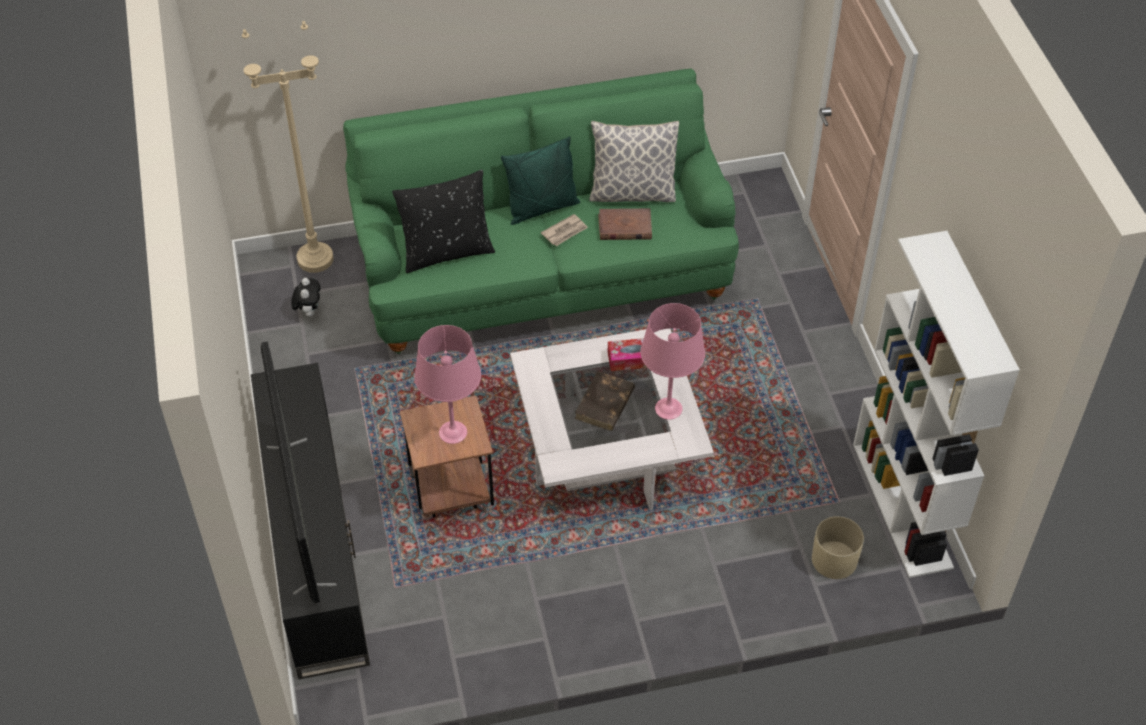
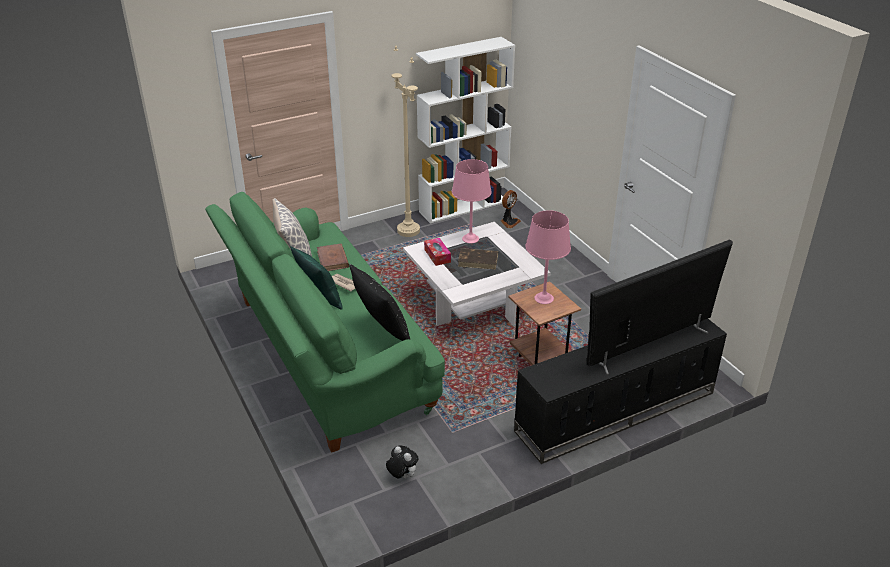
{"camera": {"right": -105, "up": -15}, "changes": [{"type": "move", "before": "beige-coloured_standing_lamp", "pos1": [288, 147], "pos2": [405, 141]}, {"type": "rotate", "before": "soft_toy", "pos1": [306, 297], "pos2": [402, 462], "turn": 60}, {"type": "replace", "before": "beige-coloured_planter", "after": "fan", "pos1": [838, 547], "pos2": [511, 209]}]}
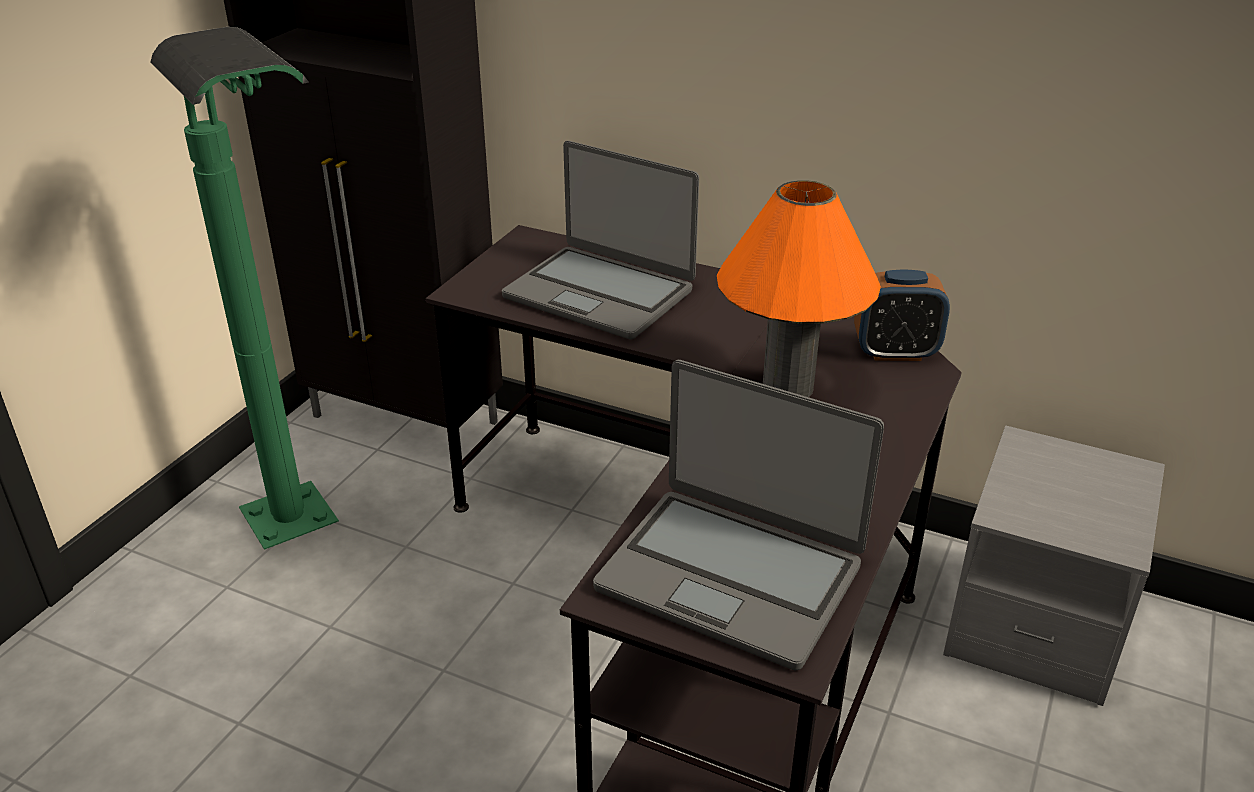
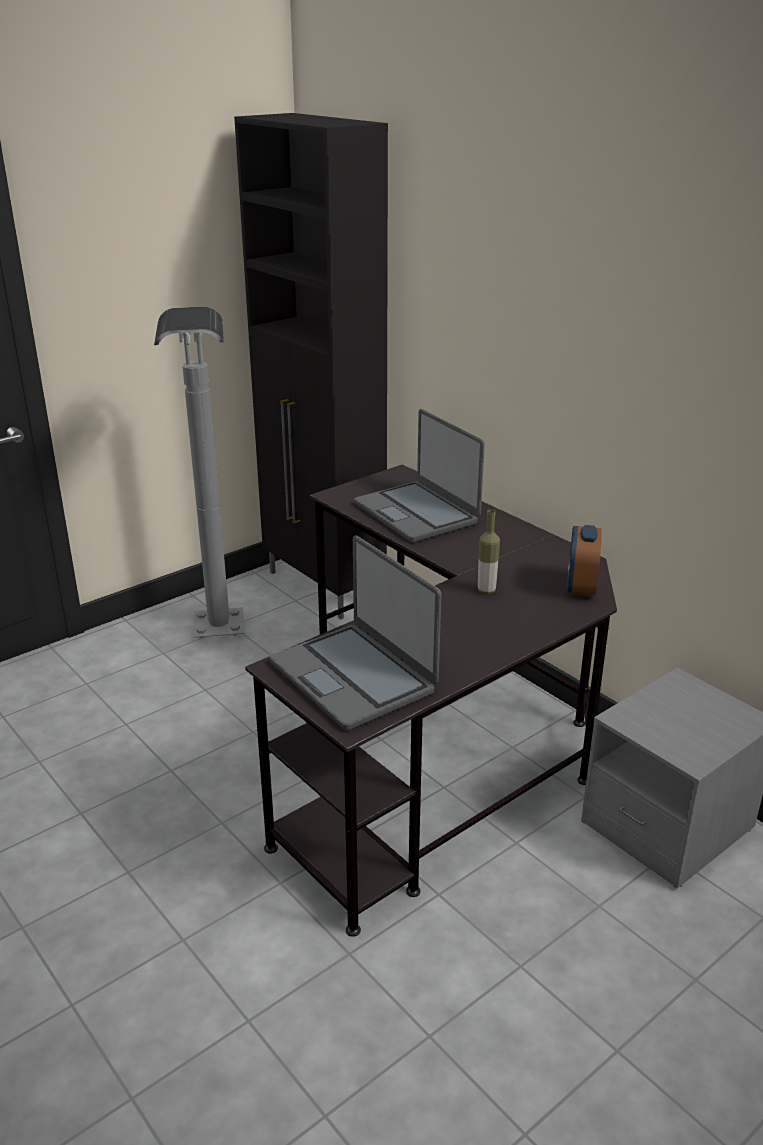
{"camera": {"right": 25, "up": -5}, "changes": [{"type": "recolor", "before": "greenish_standing_lamp", "after": "greyish_standing_lamp", "pos1": [244, 288], "pos2": [199, 472]}, {"type": "replace", "before": "orangey_table_lamp", "after": "drink_bottle", "pos1": [799, 288], "pos2": [489, 551]}, {"type": "rotate", "before": "table_clock", "pos1": [902, 315], "pos2": [584, 561], "turn": 75}]}
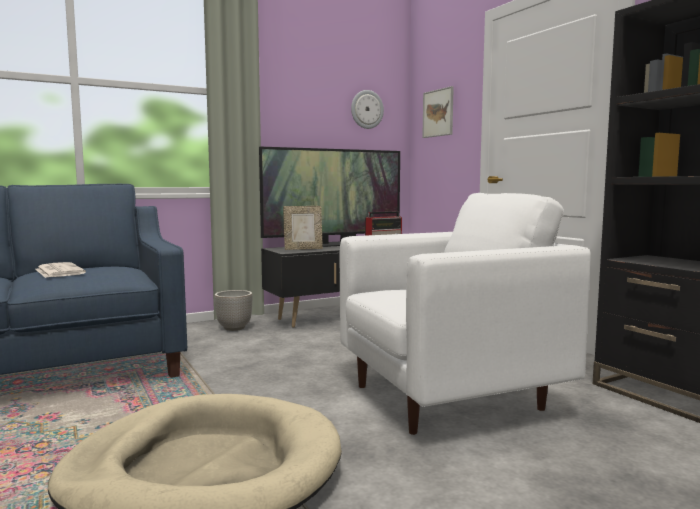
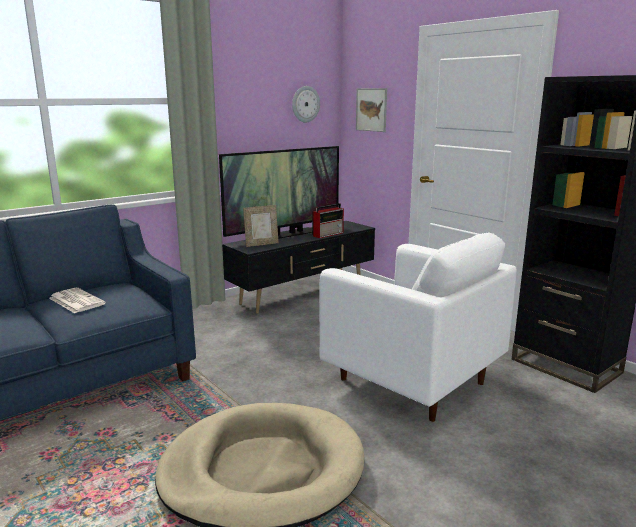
{"camera": {"right": -10, "up": 10}, "changes": [{"type": "delete", "before": "planter", "pos1": [233, 310]}, {"type": "rotate", "before": "white-coloured_armchair", "pos1": [465, 314], "pos2": [418, 327], "turn": 75}]}
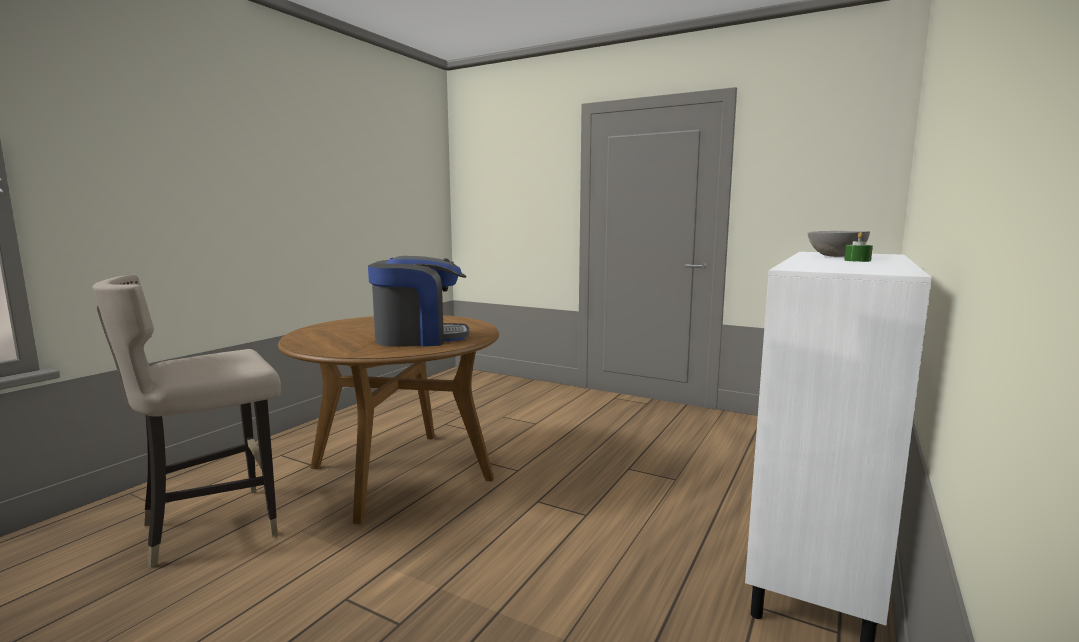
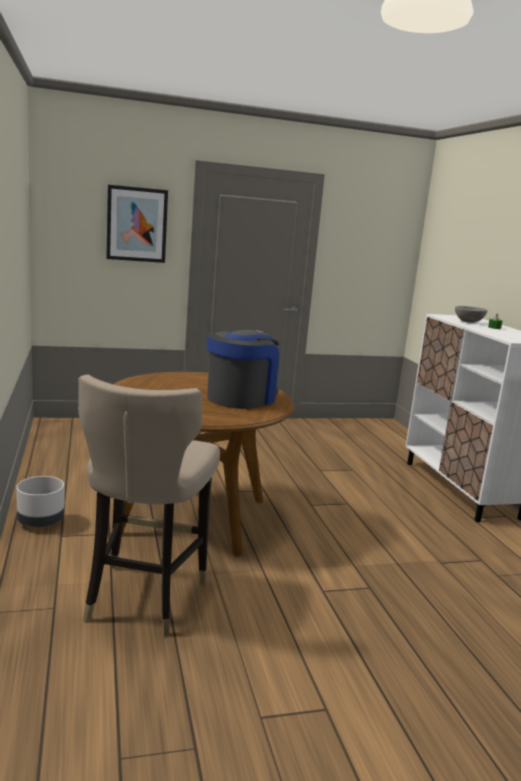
{"camera": {"right": -45, "up": 5}, "changes": [{"type": "insert", "after": "greyish_planter", "pos2": [40, 501]}, {"type": "insert", "after": "wall_art", "pos2": [137, 224]}]}
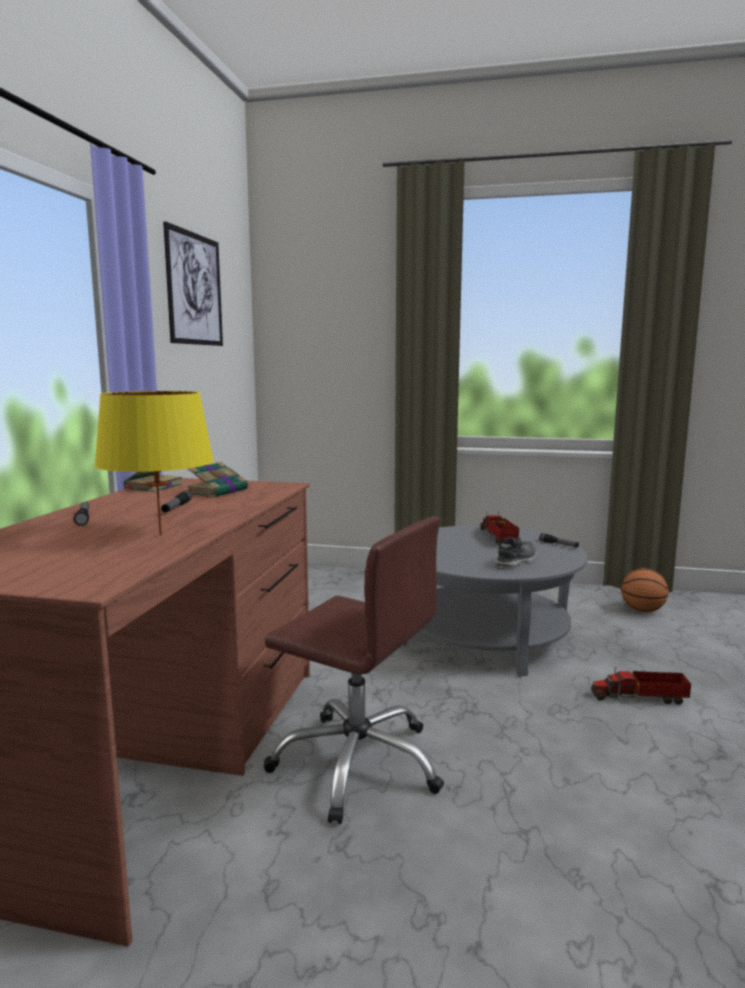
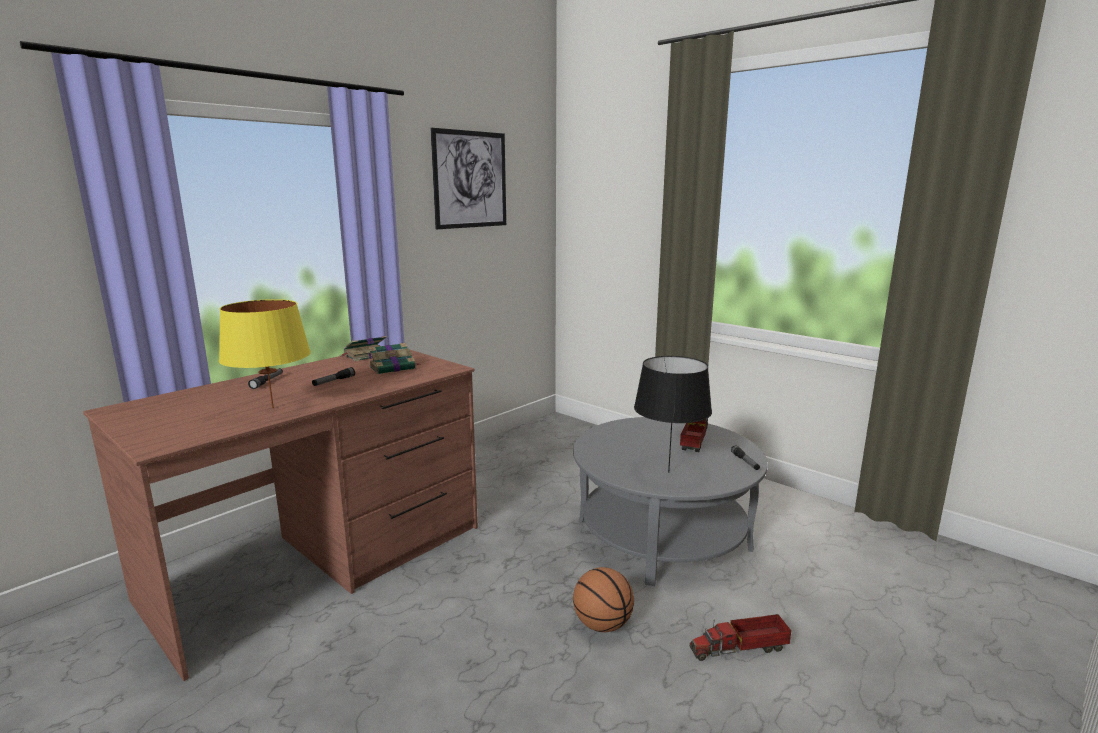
{"camera": {"right": 30, "up": 5}, "changes": [{"type": "delete", "before": "brown-coloured_computer_chair", "pos1": [354, 670]}, {"type": "replace", "before": "item_of_footwear", "after": "black_table_lamp", "pos1": [516, 553], "pos2": [673, 414]}, {"type": "rotate", "before": "model_truck", "pos1": [641, 686], "pos2": [740, 637], "turn": -45}, {"type": "move", "before": "basketball", "pos1": [644, 590], "pos2": [603, 599]}]}
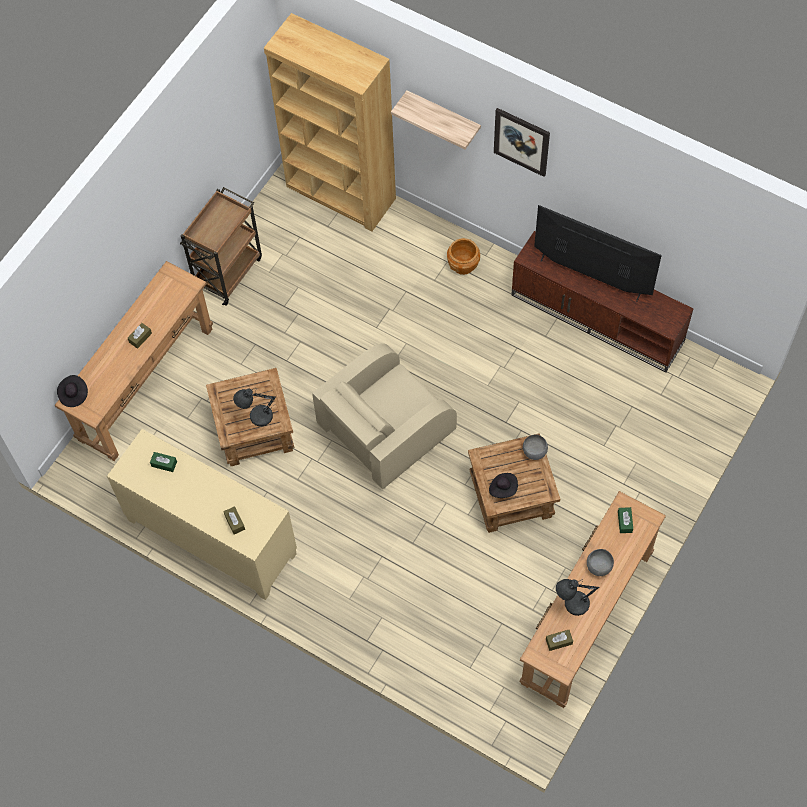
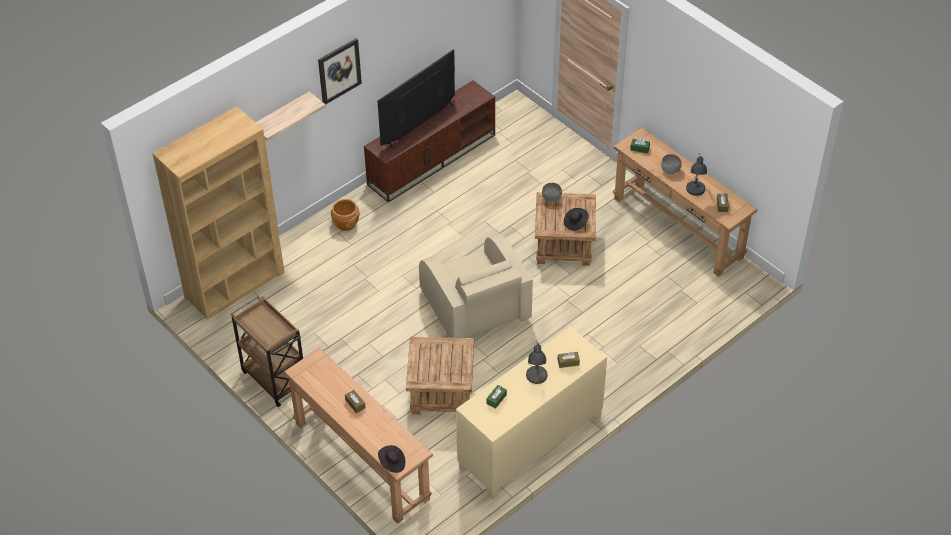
{"camera": {"right": -75, "up": -15}, "changes": [{"type": "move", "before": "greyish_table_lamp", "pos1": [254, 407], "pos2": [536, 362]}]}
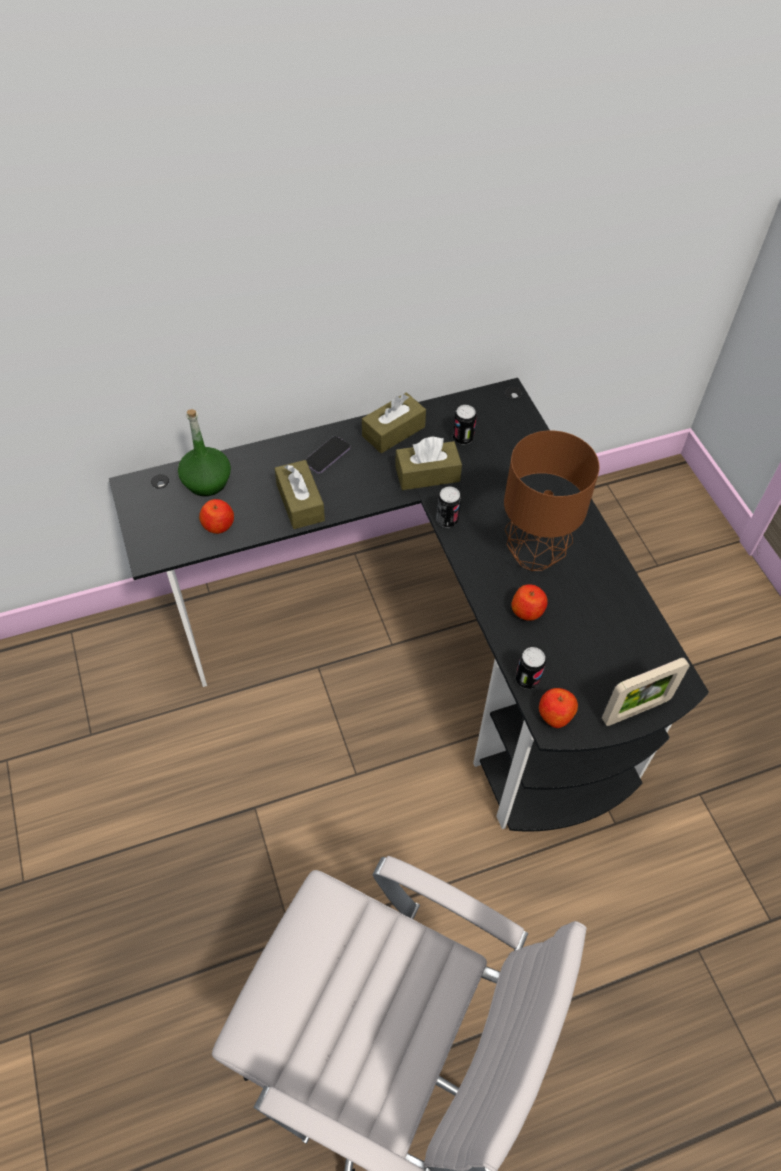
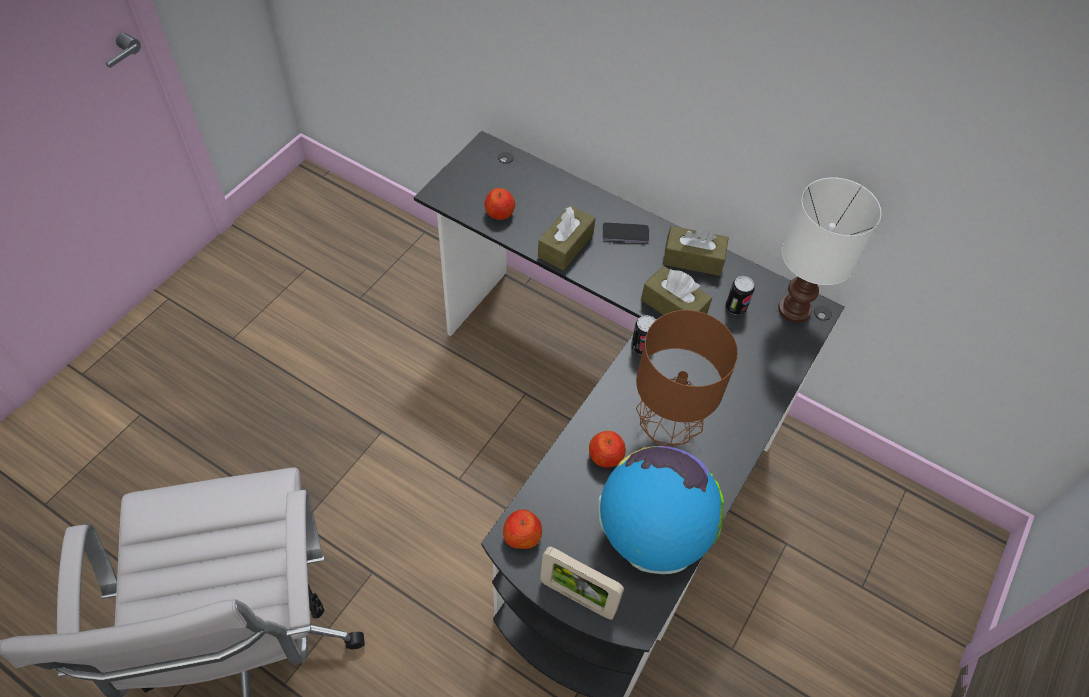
{"camera": {"right": 50, "up": 0}, "changes": [{"type": "delete", "before": "greenish_drink_bottle", "pos1": [204, 452]}, {"type": "delete", "before": "metal_can", "pos1": [531, 668]}, {"type": "insert", "after": "globe", "pos2": [661, 510]}, {"type": "insert", "after": "white-coloured_table_lamp", "pos2": [829, 250]}]}
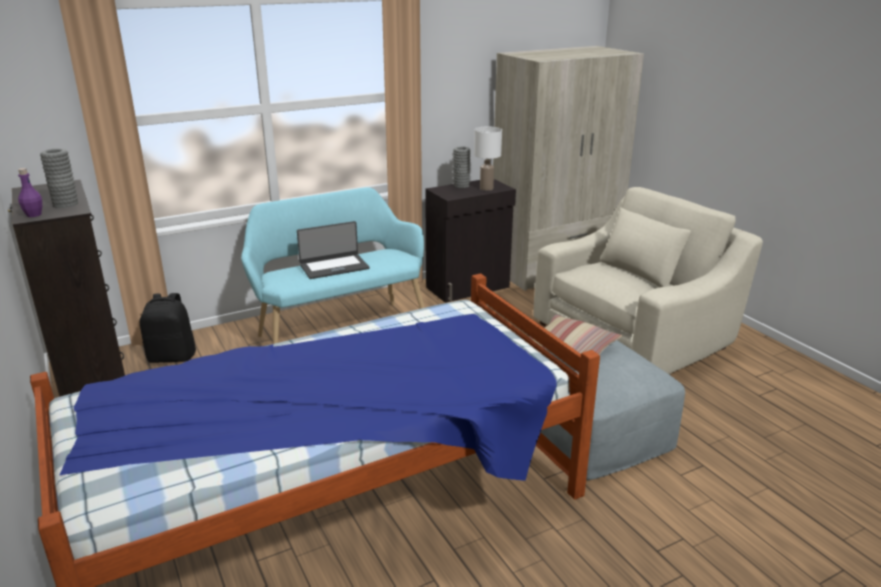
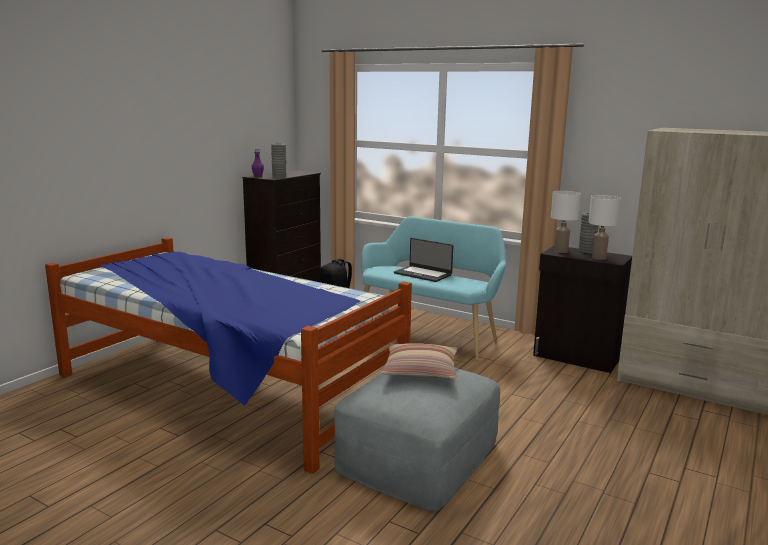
{"camera": {"right": 60, "up": -10}, "changes": [{"type": "delete", "before": "beige-coloured_armchair", "pos1": [648, 280]}, {"type": "insert", "after": "white-coloured_table_lamp", "pos2": [566, 222]}]}
